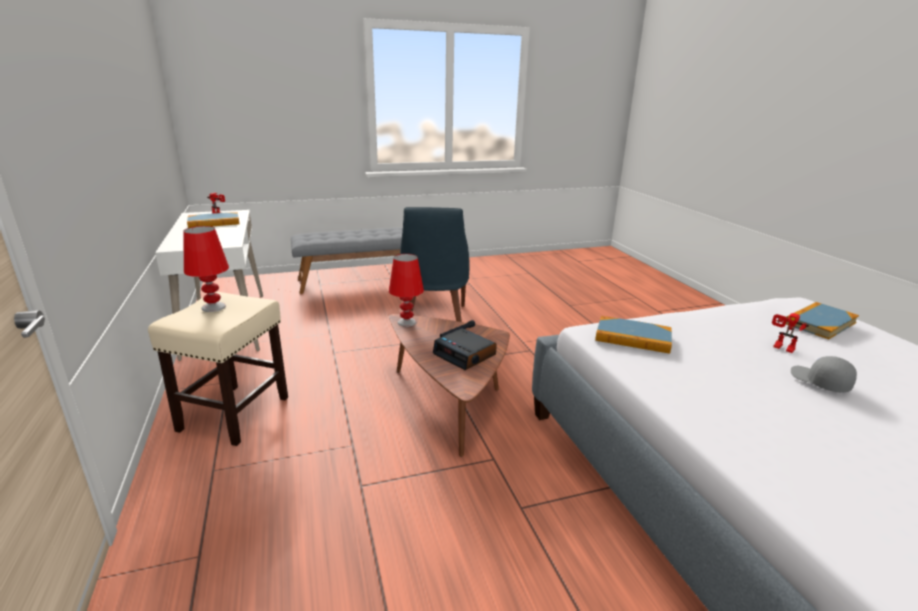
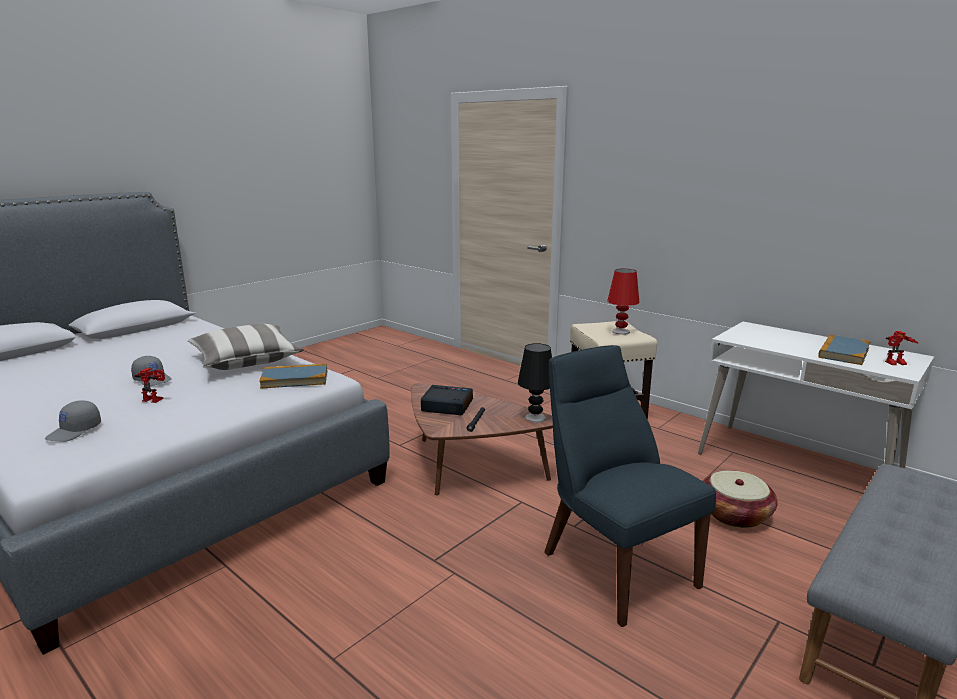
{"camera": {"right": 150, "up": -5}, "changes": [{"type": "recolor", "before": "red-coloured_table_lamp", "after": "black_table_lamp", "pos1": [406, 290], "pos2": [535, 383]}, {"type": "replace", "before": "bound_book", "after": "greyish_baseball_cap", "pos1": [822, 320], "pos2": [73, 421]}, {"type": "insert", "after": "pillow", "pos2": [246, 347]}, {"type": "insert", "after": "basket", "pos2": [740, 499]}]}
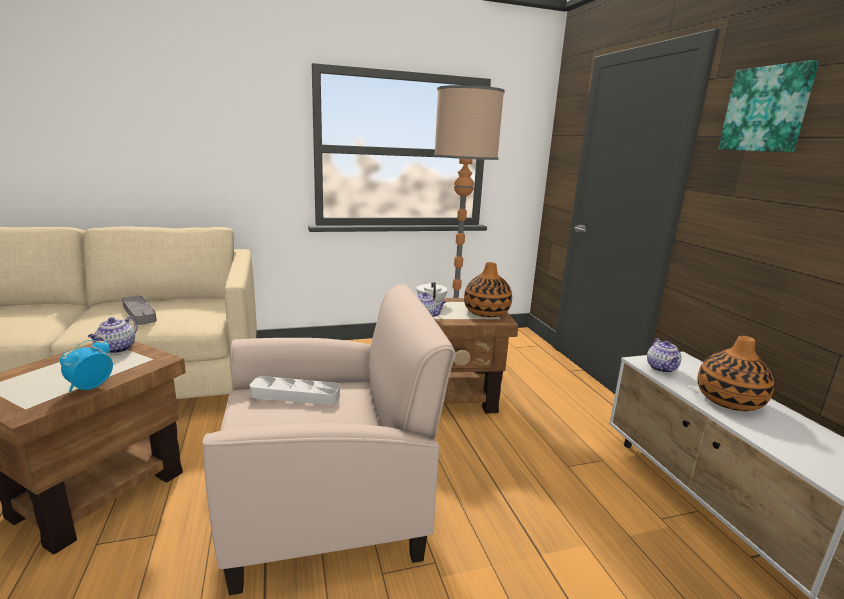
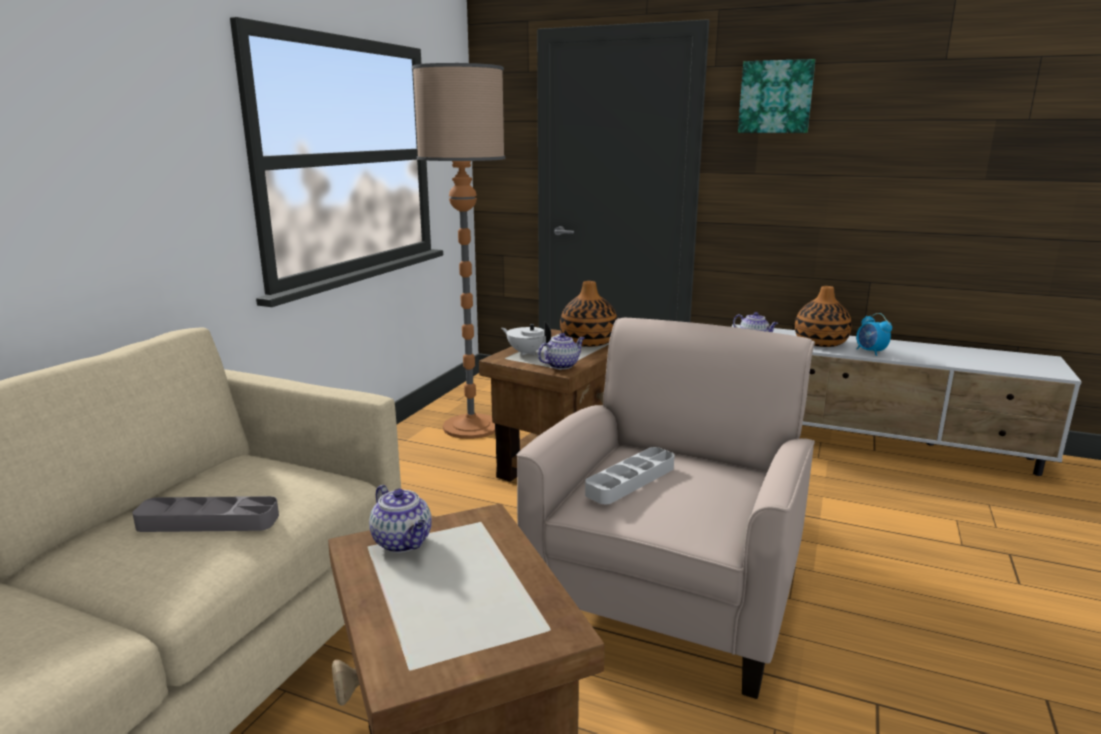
{"camera": {"right": -50, "up": 0}, "changes": [{"type": "move", "before": "table_clock", "pos1": [86, 365], "pos2": [874, 334]}]}
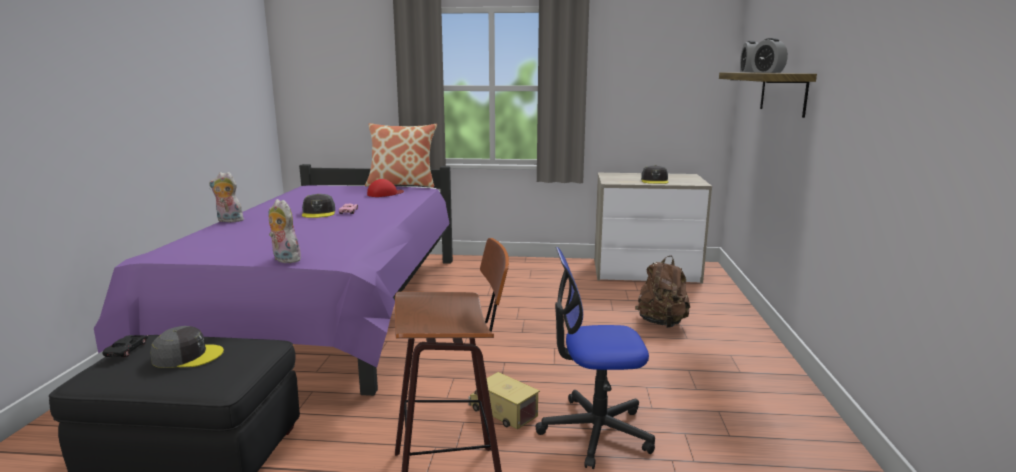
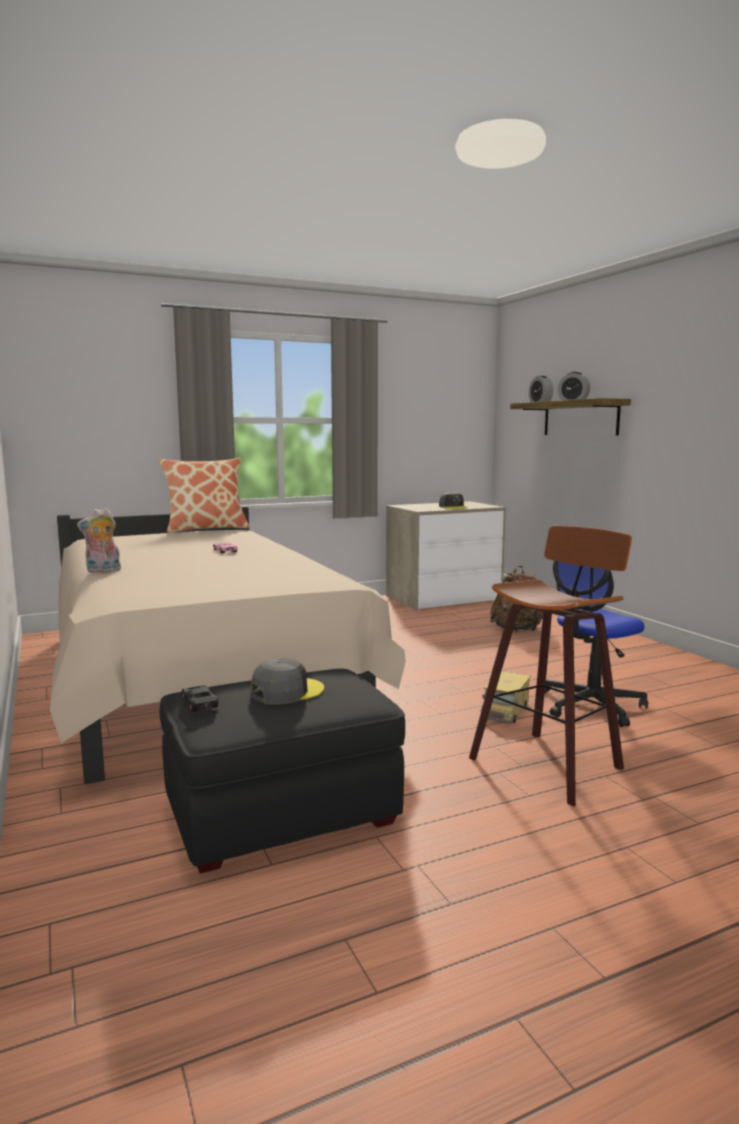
{"camera": {"right": -30, "up": -5}, "changes": [{"type": "recolor", "before": "purplish_sleeping_bed", "after": "beige-coloured_sleeping_bed", "pos1": [273, 280], "pos2": [228, 645]}, {"type": "delete", "before": "soft_toy", "pos1": [285, 231]}, {"type": "delete", "before": "greyish_baseball_cap", "pos1": [318, 206]}, {"type": "delete", "before": "red-coloured_baseball_cap", "pos1": [385, 188]}, {"type": "rotate", "before": "model_truck", "pos1": [504, 401], "pos2": [506, 697], "turn": -75}]}
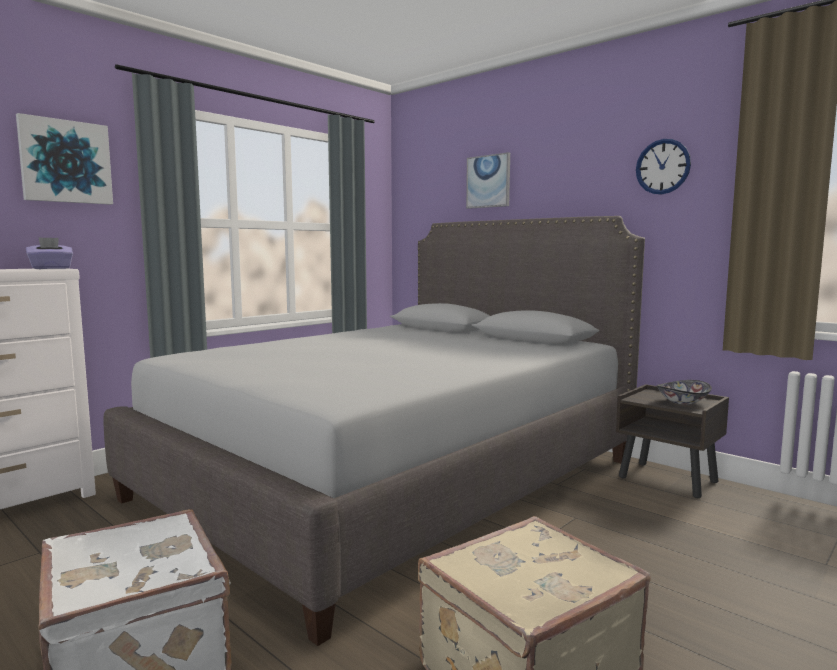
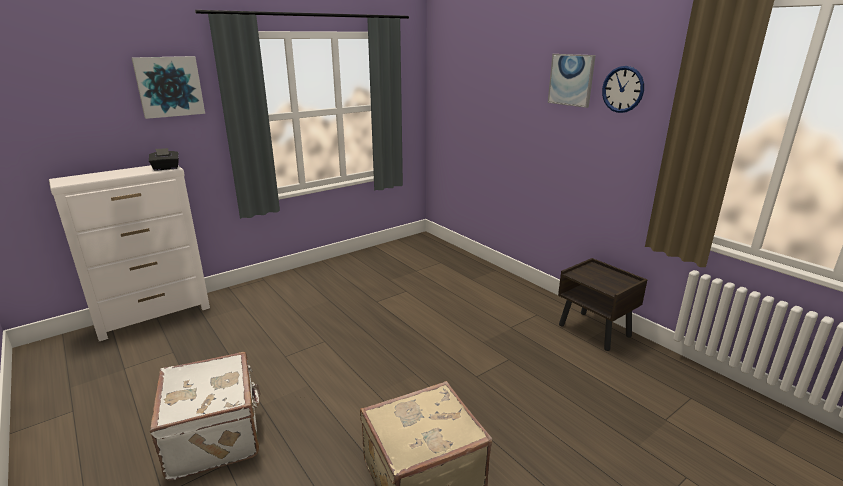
{"camera": {"right": 10, "up": 15}, "changes": [{"type": "recolor", "before": "purplish_tissue_box", "after": "black_tissue_box", "pos1": [49, 253], "pos2": [164, 159]}, {"type": "delete", "before": "greyish_sleeping_bed", "pos1": [374, 431]}, {"type": "move", "before": "wall_art", "pos1": [488, 180], "pos2": [572, 81]}, {"type": "delete", "before": "serving_bowl", "pos1": [684, 392]}]}
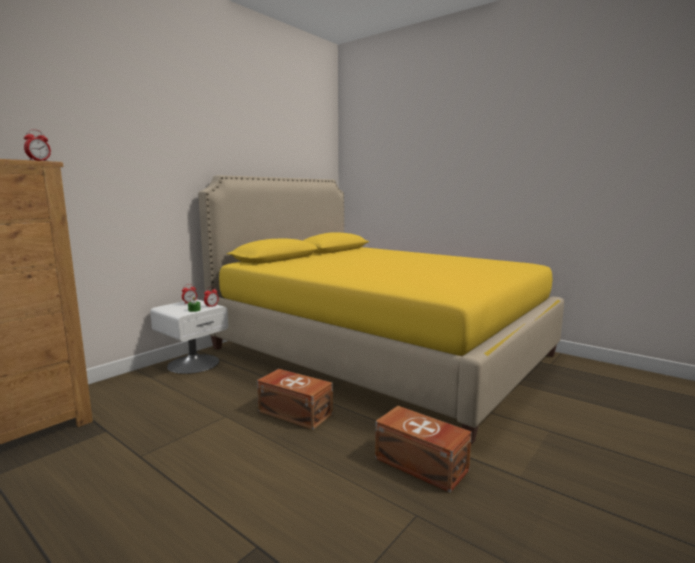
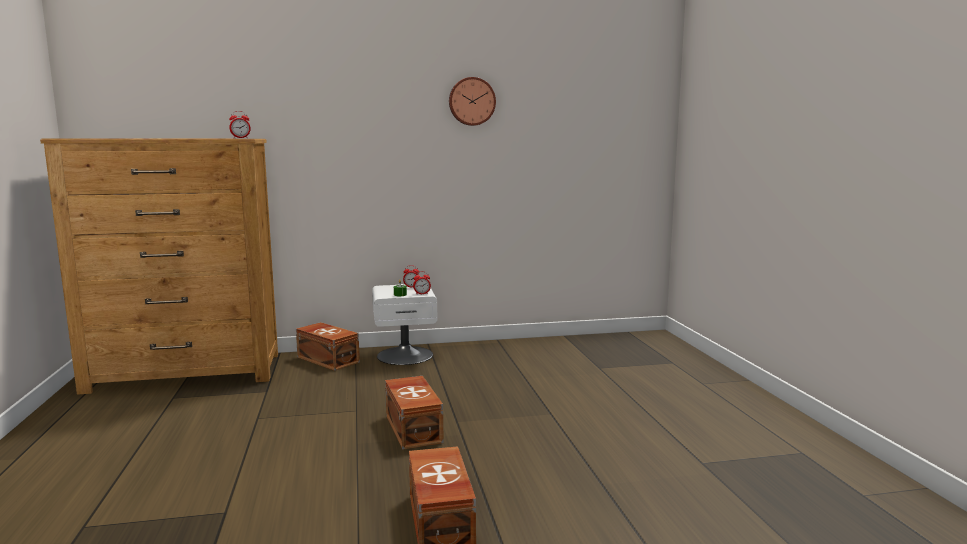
{"camera": {"right": 40, "up": 0}, "changes": [{"type": "delete", "before": "yellow_sleeping_bed", "pos1": [381, 309]}, {"type": "insert", "after": "brown-coloured_storage_box", "pos2": [328, 346]}, {"type": "insert", "after": "wall_clock", "pos2": [472, 101]}]}
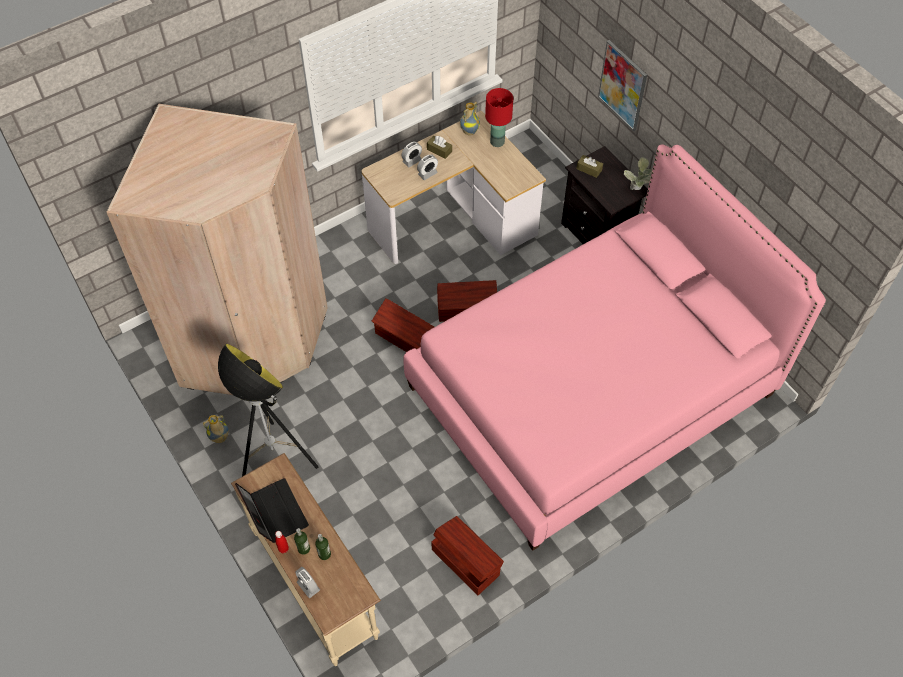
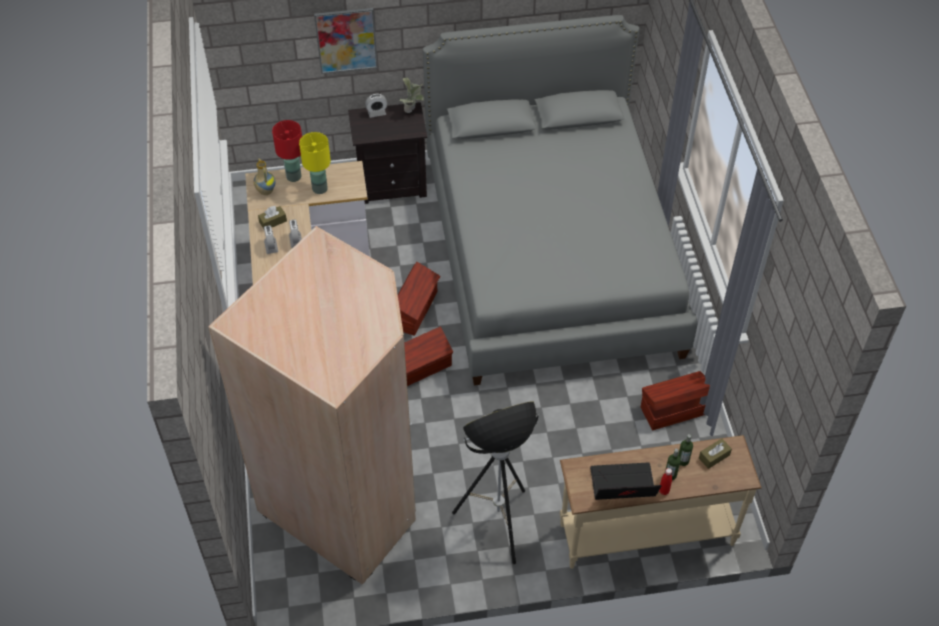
{"camera": {"right": -65, "up": -5}, "changes": [{"type": "delete", "before": "vase", "pos1": [216, 429]}, {"type": "move", "before": "table_clock", "pos1": [307, 582], "pos2": [376, 106]}, {"type": "recolor", "before": "pink-coloured_sleeping_bed", "after": "greyish_sleeping_bed", "pos1": [614, 347], "pos2": [560, 200]}, {"type": "move", "before": "brown-coloured_tissue_box", "pos1": [590, 166], "pos2": [715, 454]}, {"type": "insert", "after": "yellow_table_lamp", "pos2": [315, 163]}]}
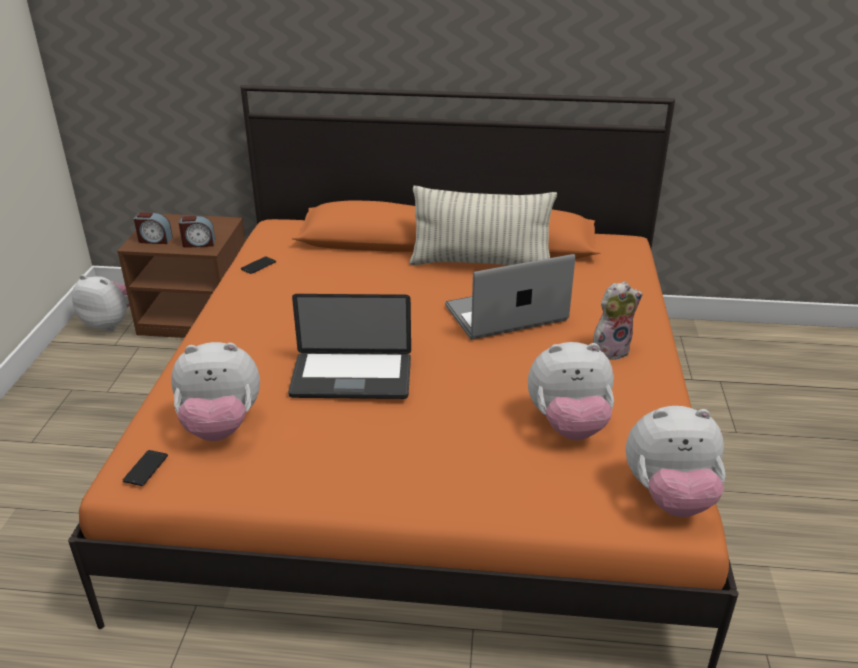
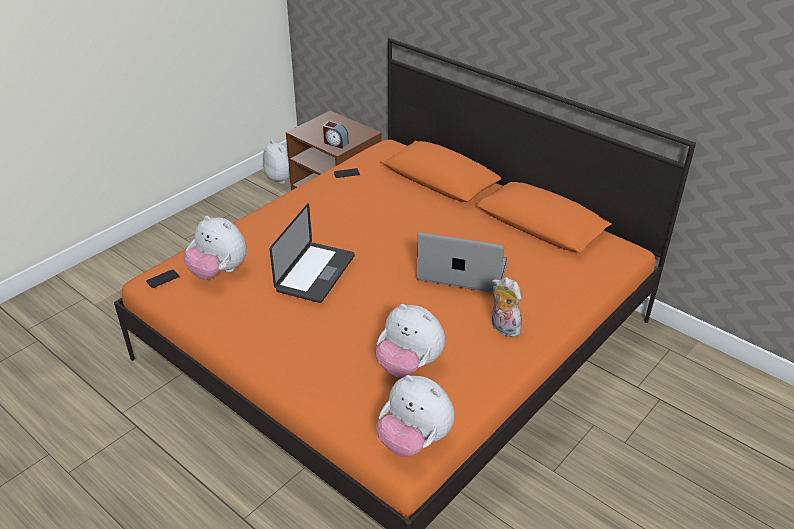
{"camera": {"right": 35, "up": 5}, "changes": [{"type": "delete", "before": "table_clock", "pos1": [153, 228]}, {"type": "rotate", "before": "portable_computer", "pos1": [349, 346], "pos2": [312, 253], "turn": -105}, {"type": "delete", "before": "pillow", "pos1": [483, 225]}, {"type": "rotate", "before": "soft_toy", "pos1": [618, 320], "pos2": [506, 307], "turn": -150}]}
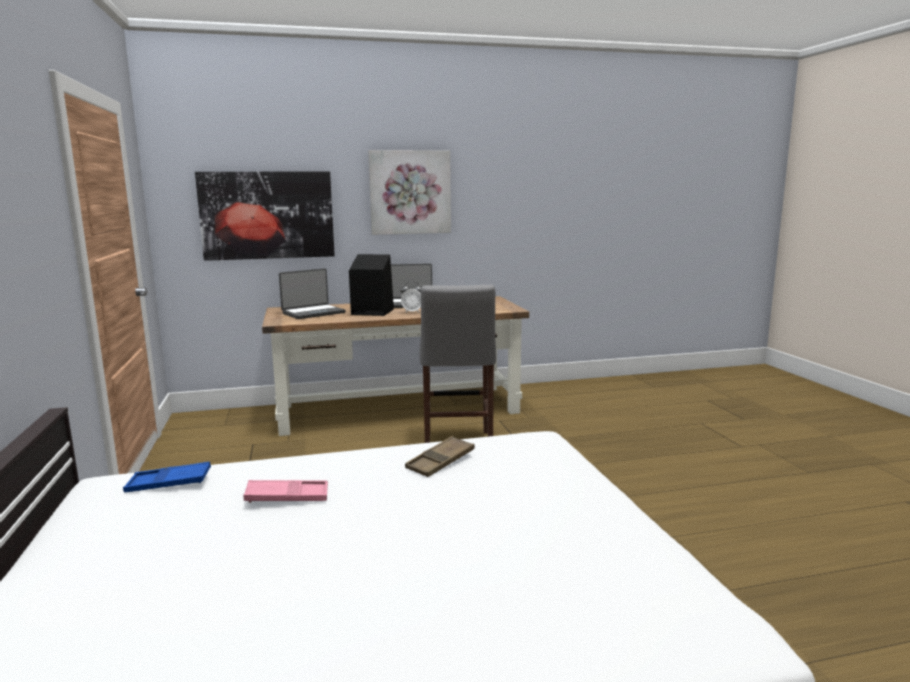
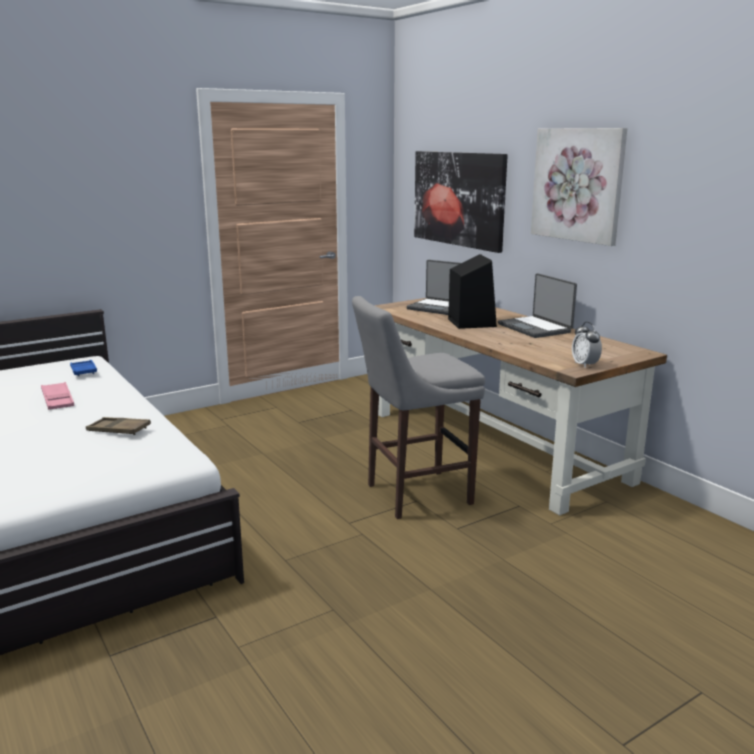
{"camera": {"right": 70, "up": 5}, "changes": [{"type": "move", "before": "table_clock", "pos1": [411, 297], "pos2": [587, 345]}]}
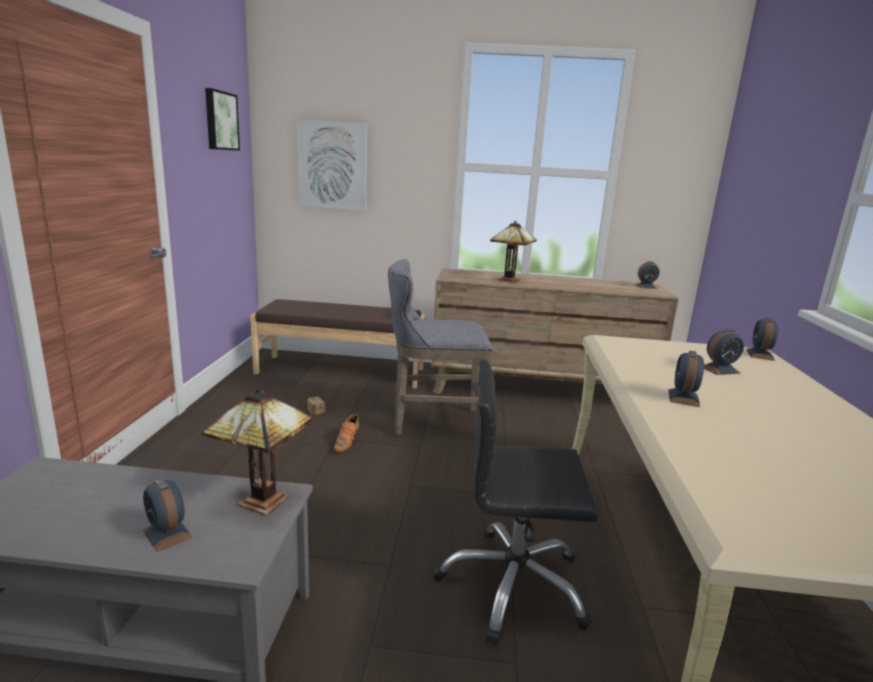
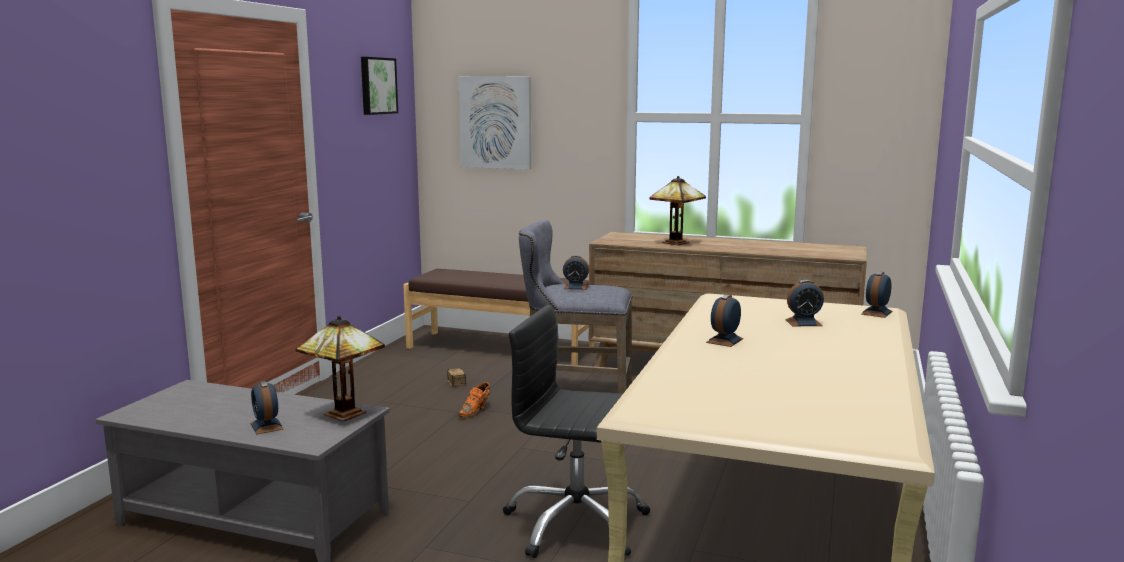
{"camera": {"right": 15, "up": -5}, "changes": [{"type": "move", "before": "table_clock", "pos1": [647, 275], "pos2": [576, 272]}]}
